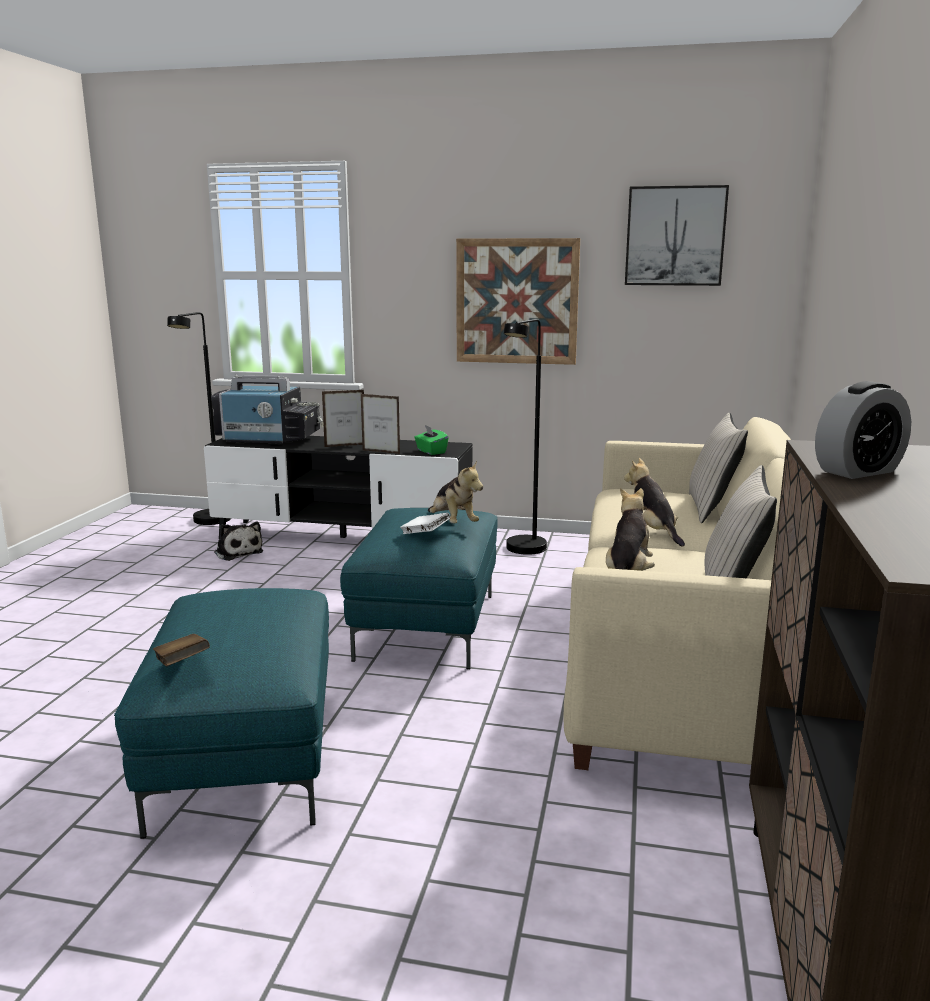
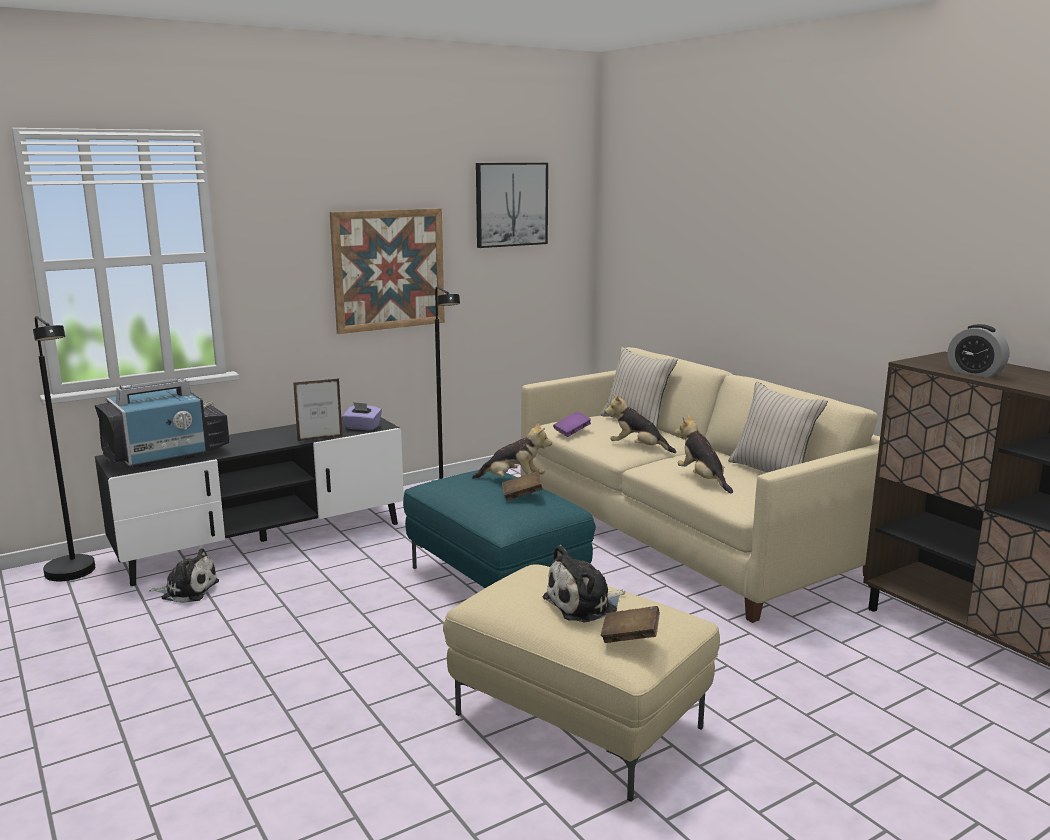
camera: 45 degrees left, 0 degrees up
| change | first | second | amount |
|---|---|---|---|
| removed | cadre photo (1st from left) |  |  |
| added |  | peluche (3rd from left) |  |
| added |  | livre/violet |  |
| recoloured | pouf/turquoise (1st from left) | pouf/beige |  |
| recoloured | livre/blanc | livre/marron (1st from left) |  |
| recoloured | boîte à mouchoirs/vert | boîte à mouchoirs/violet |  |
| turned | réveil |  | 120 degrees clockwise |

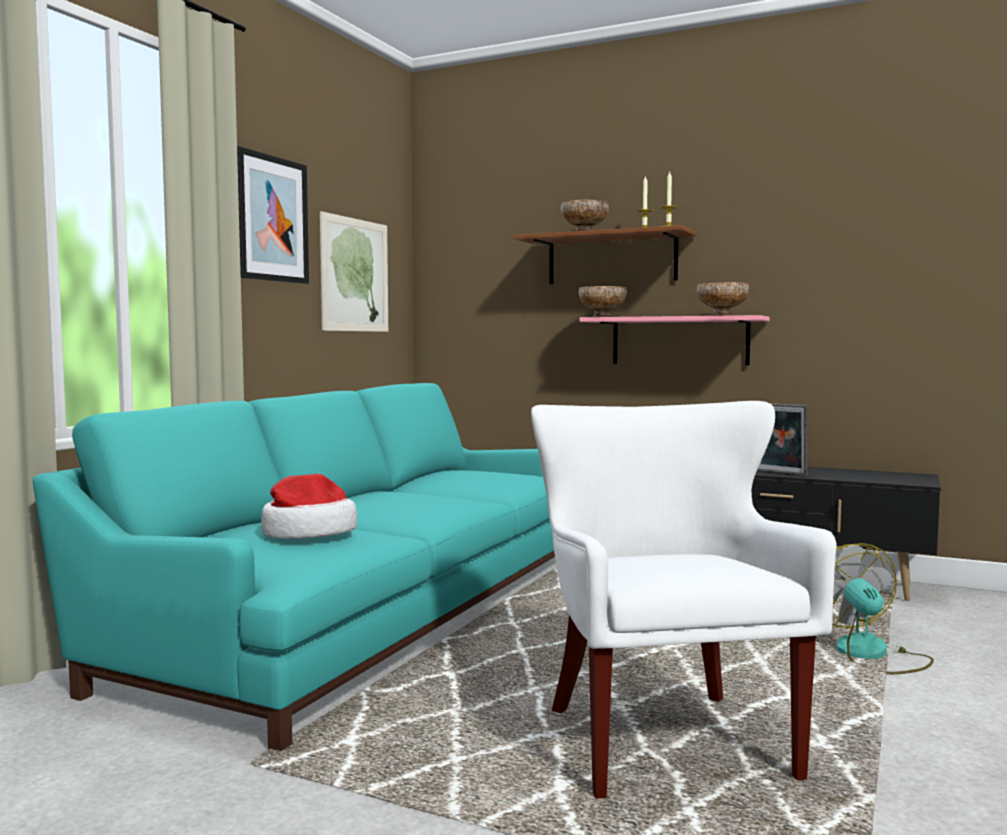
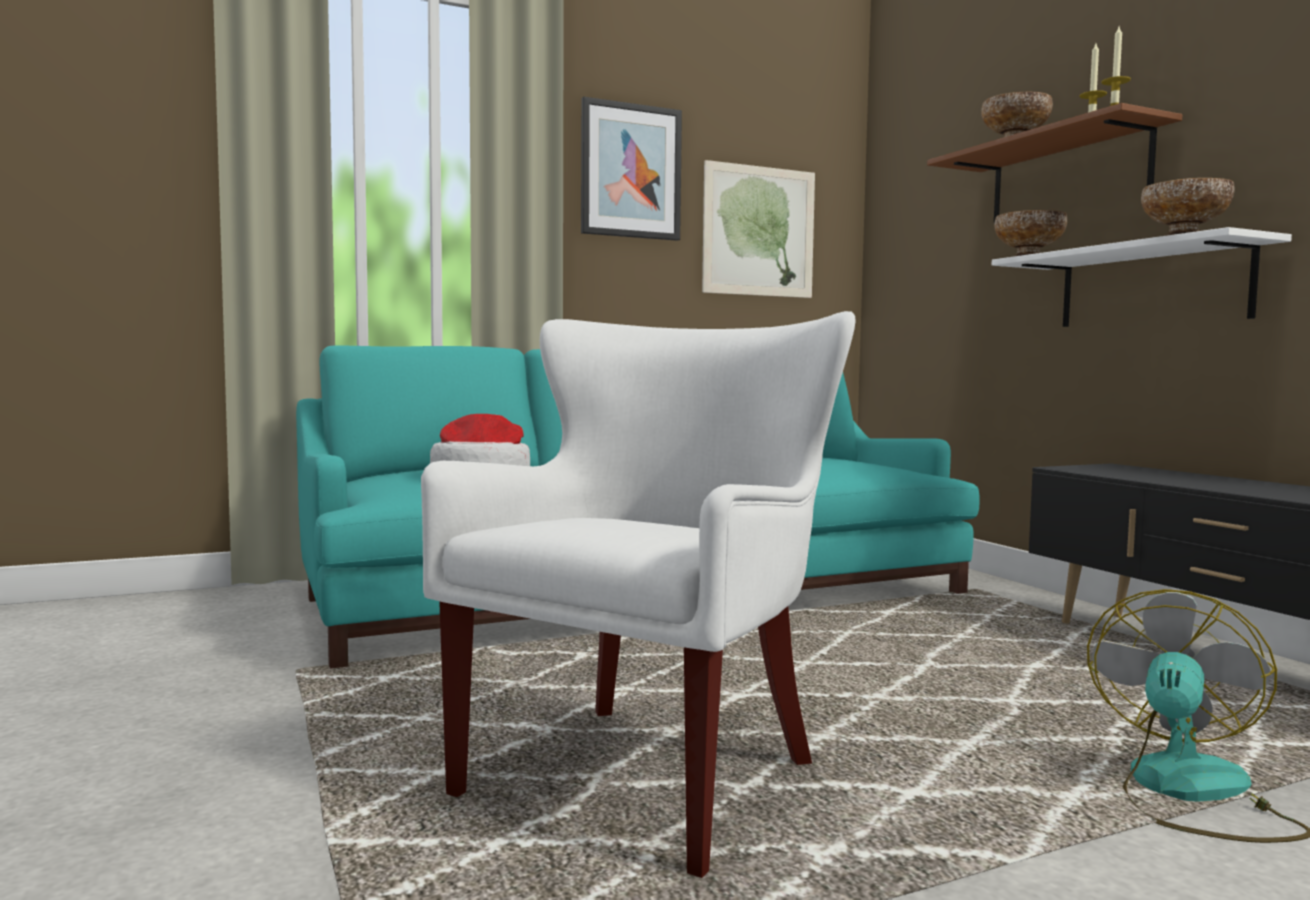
camera: 40 degrees right, 0 degrees up
| change | first | second | amount |
|---|---|---|---|
| removed | cadre photo |  |  |
| recoloured | étagère/rose | étagère/blanc |  |

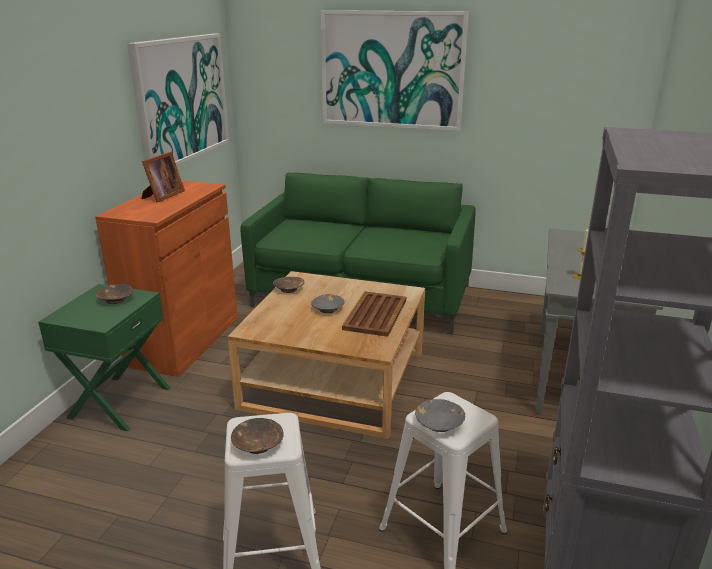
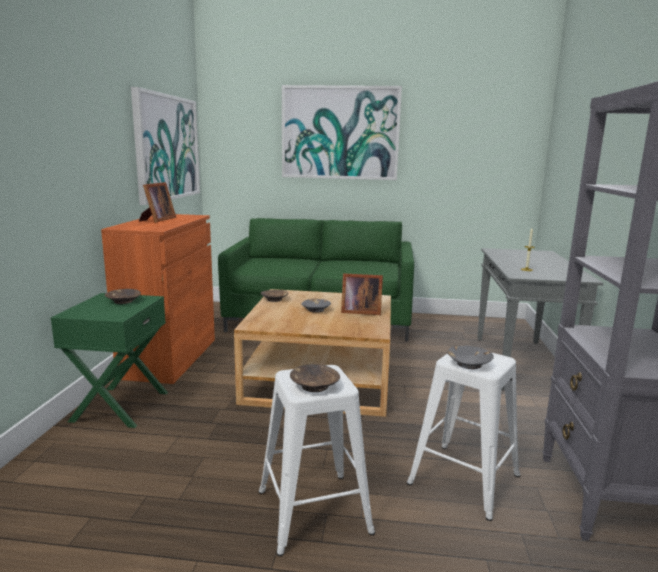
camera: 10 degrees left, 10 degrees down
| change | first | second | amount |
|---|---|---|---|
| replaced | plateau/marron | cadre photo (2nd from left) |  |

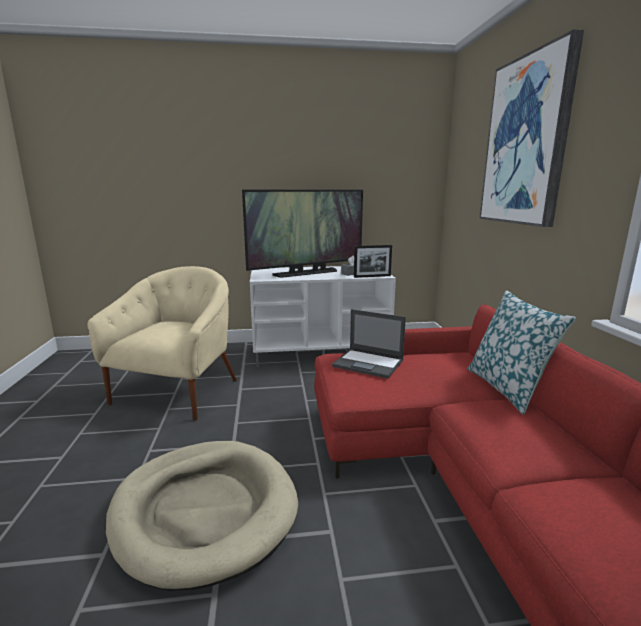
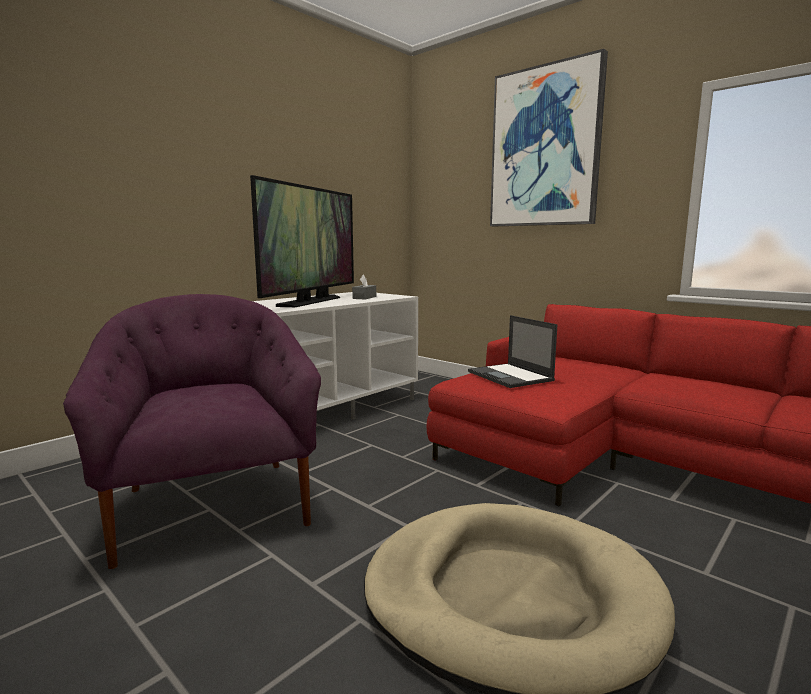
camera: 40 degrees left, 5 degrees down
| change | first | second | amount |
|---|---|---|---|
| removed | cadre photo |  |  |
| removed | coussin |  |  |
| recoloured | fauteuil/beige | fauteuil/violet |  |
| turned | ordinateur portable |  | 75 degrees clockwise |

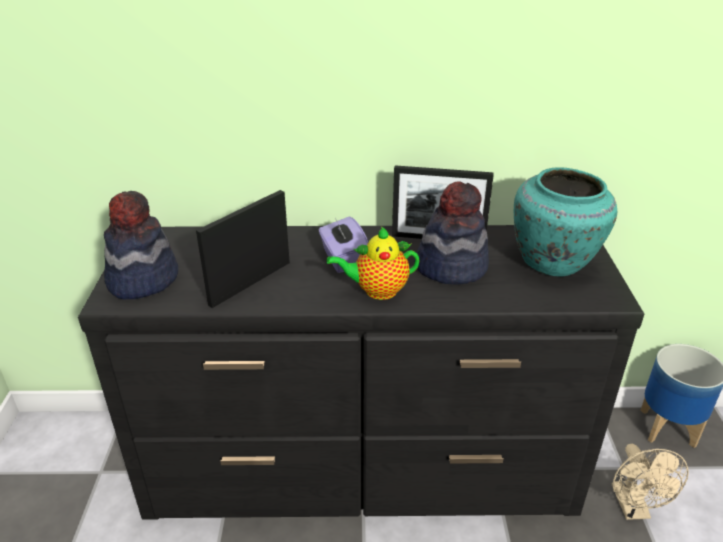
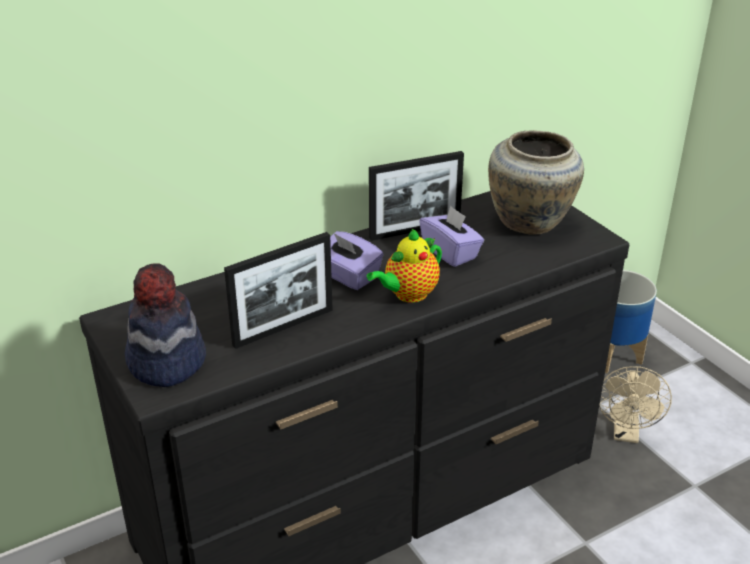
camera: 30 degrees left, 0 degrees up
| change | first | second | amount |
|---|---|---|---|
| replaced | chapeau (2nd from left) | boîte à mouchoirs/violet (2nd from left) |  |
| recoloured | vase/turquoise | vase/beige |  |
| turned | cadre photo (1st from left) |  | 135 degrees counterclockwise |
| turned | ventilateur/beige |  | 45 degrees clockwise |

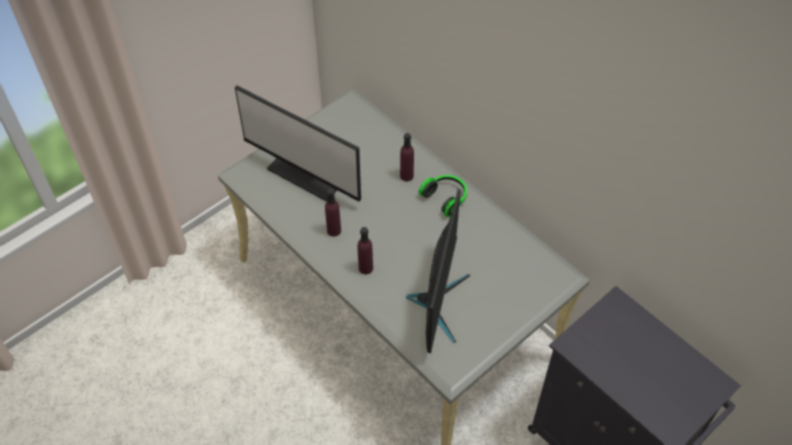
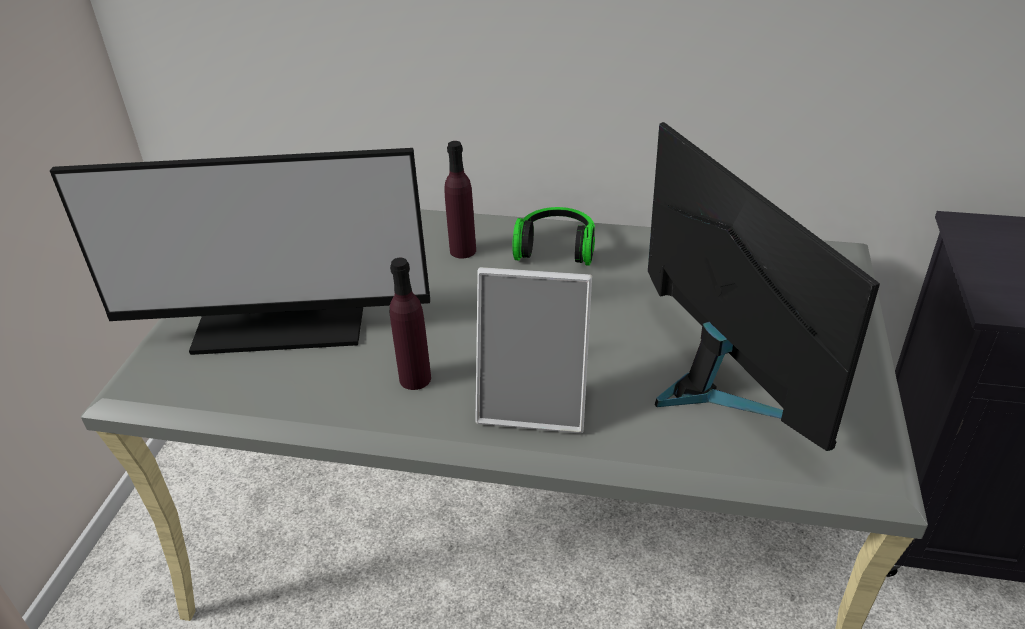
camera: 35 degrees left, 15 degrees down
| change | first | second | amount |
|---|---|---|---|
| replaced | bouteille/violet (2nd from left) | cadre photo |  |

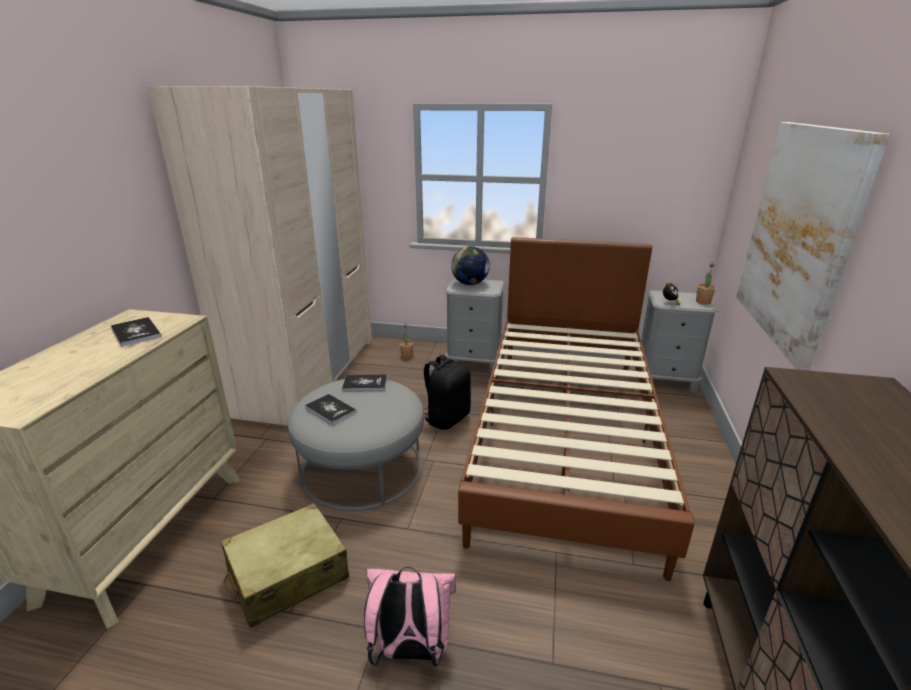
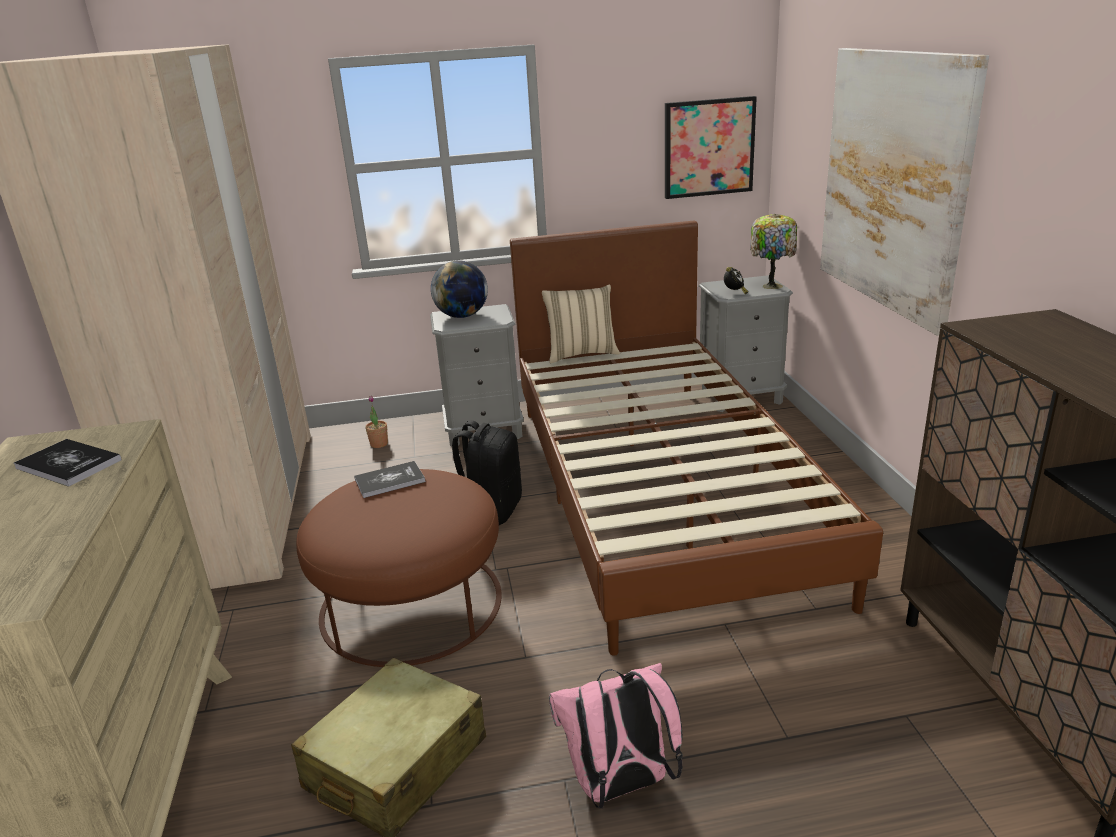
camera: 20 degrees left, 0 degrees up
| change | first | second | amount |
|---|---|---|---|
| removed | livre (2nd from left) |  |  |
| added |  | coussin/beige |  |
| added |  | tableau (1st from left) |  |
| replaced | plante en pot (2nd from left) | lampe de table |  |
| recoloured | pouf/gris | pouf/marron |  |

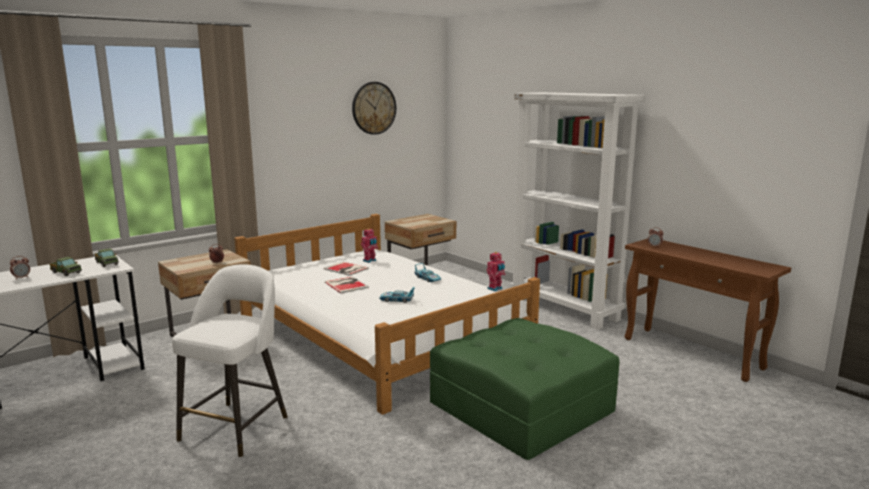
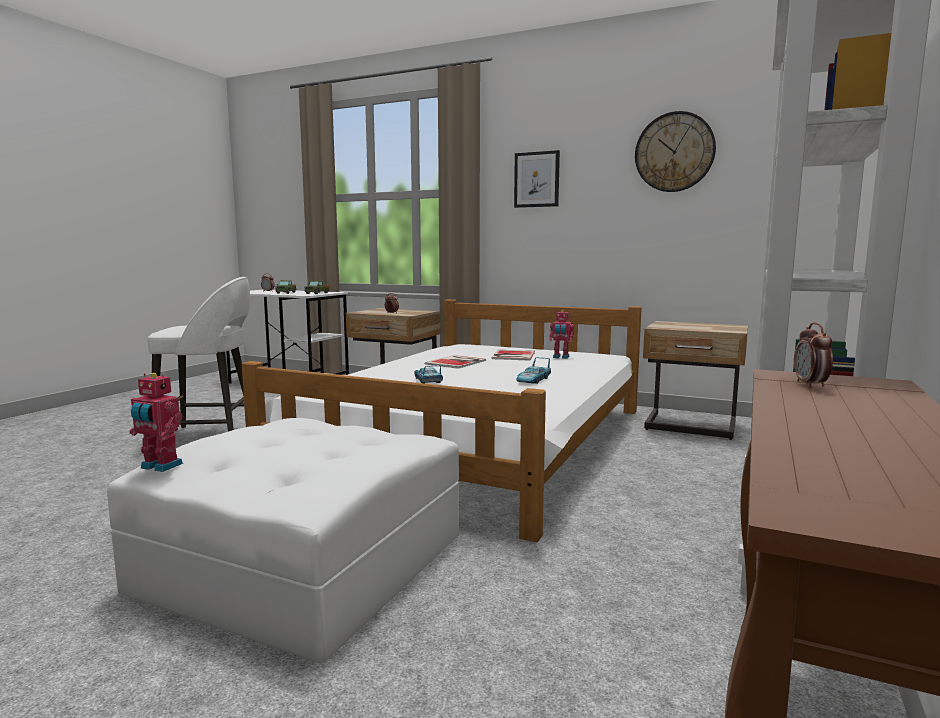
camera: 65 degrees right, 5 degrees down
| change | first | second | amount |
|---|---|---|---|
| added |  | tableau |  |
| moved | robot jouet (2nd from left in the first image) | robot jouet (1st from left) |  |
| recoloured | pouf/vert | pouf/blanc |  |

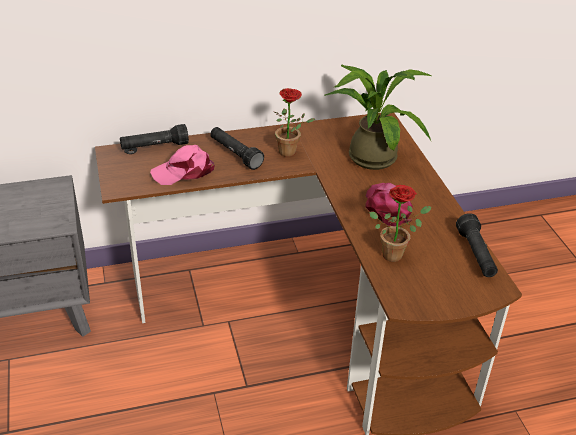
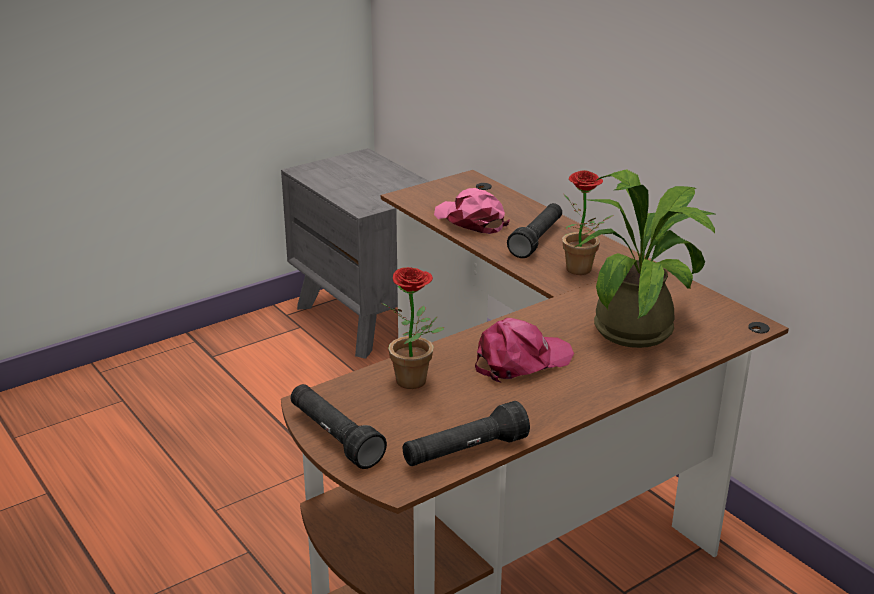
camera: 70 degrees right, 10 degrees down
| change | first | second | amount |
|---|---|---|---|
| moved | lampe de poche/noir (1st from left) |  |  |

